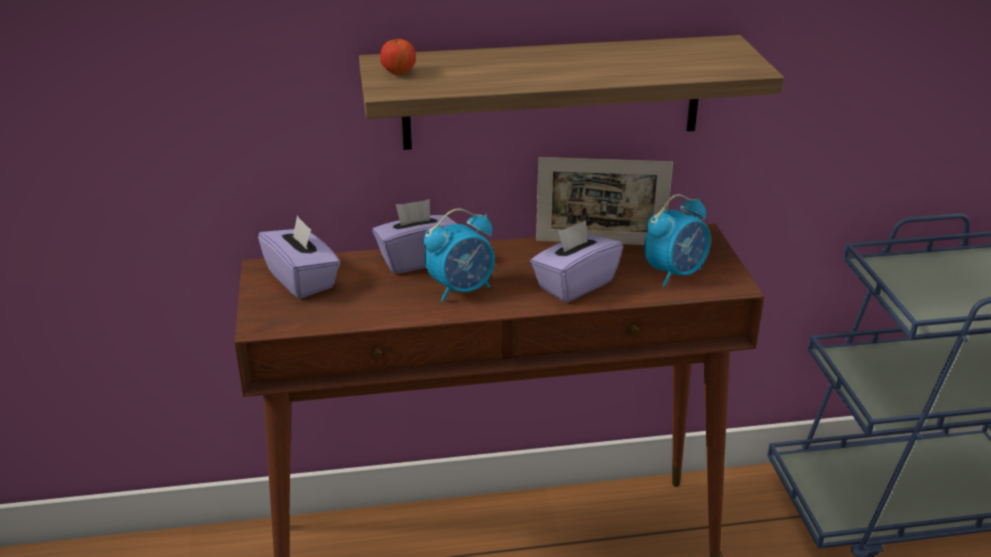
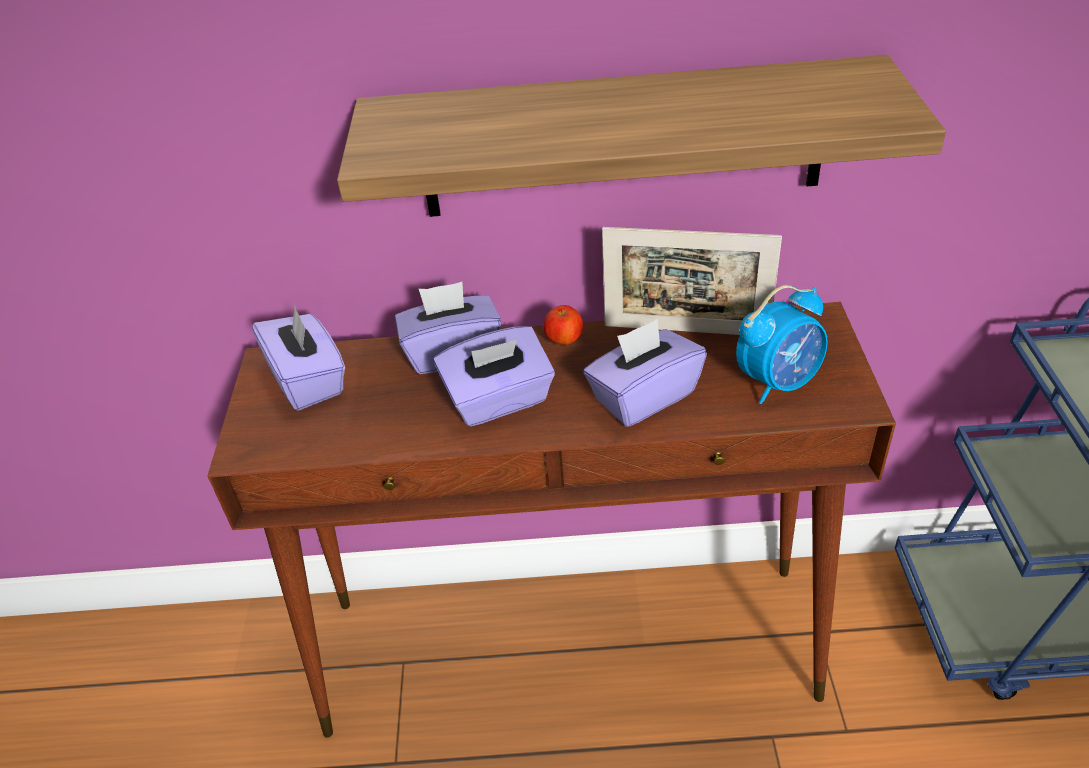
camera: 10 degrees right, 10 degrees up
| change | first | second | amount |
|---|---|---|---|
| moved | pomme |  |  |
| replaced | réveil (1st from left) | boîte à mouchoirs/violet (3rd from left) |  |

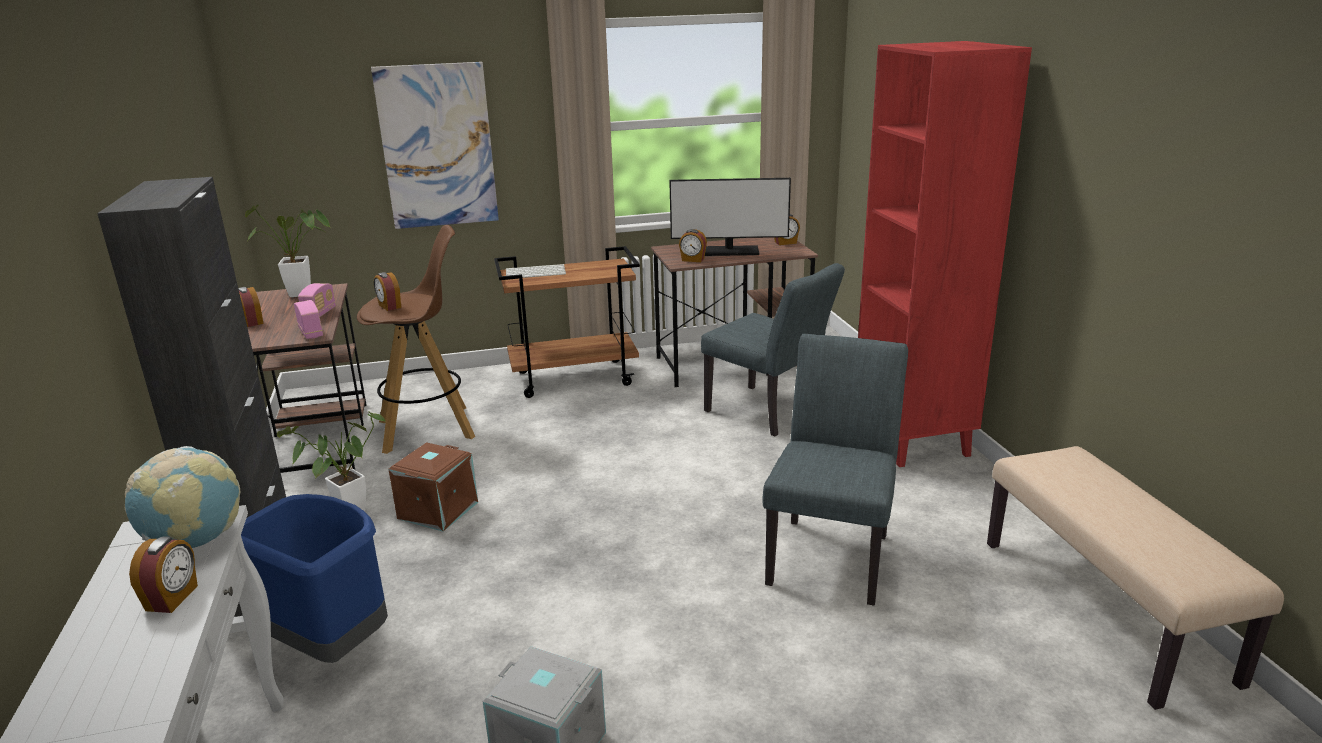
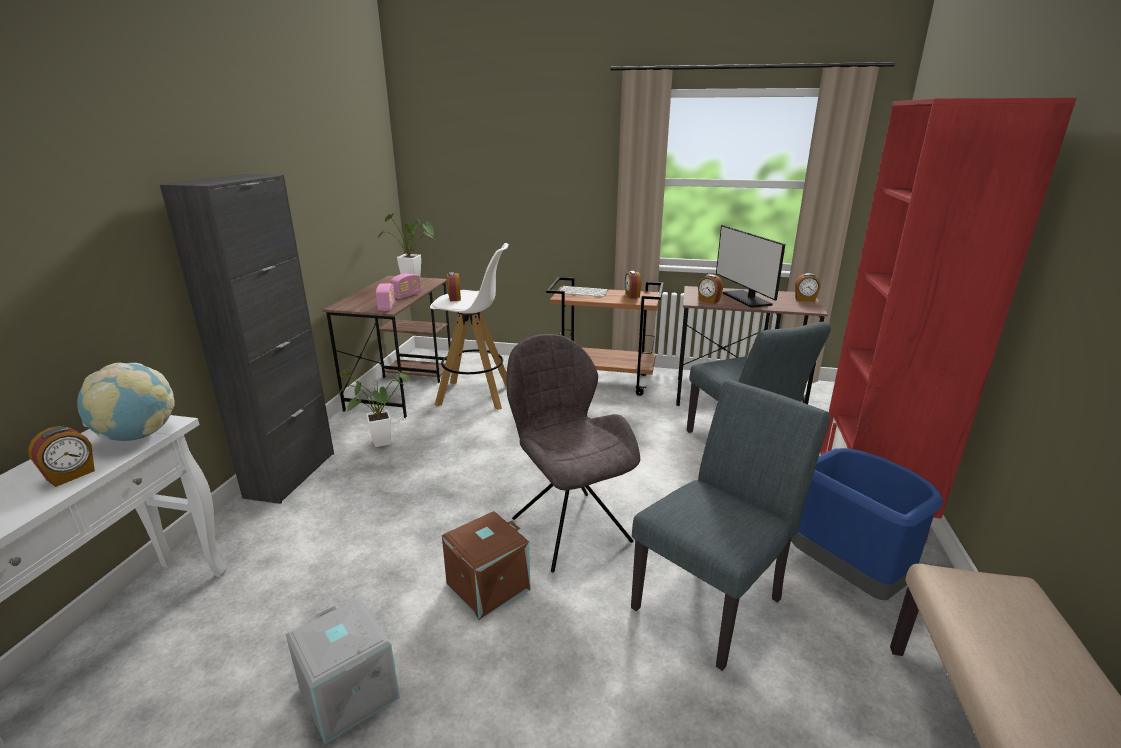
camera: 25 degrees right, 0 degrees up
| change | first | second | amount |
|---|---|---|---|
| removed | tableau |  |  |
| added |  | chaise/gris (1st from left) |  |
| moved | réveil (2nd from left in the first image) | réveil (3rd from left) |  |
| moved | poubelle/bleu |  |  |
| moved | boîte de rangement/marron |  |  |
| recoloured | tabouret/marron | tabouret/blanc |  |
| turned | écran d'ordinateur |  | 45 degrees clockwise |

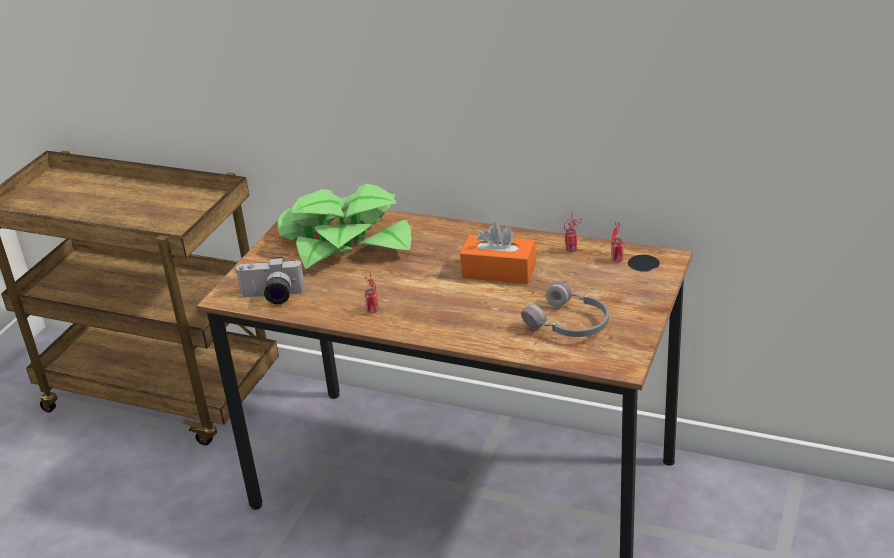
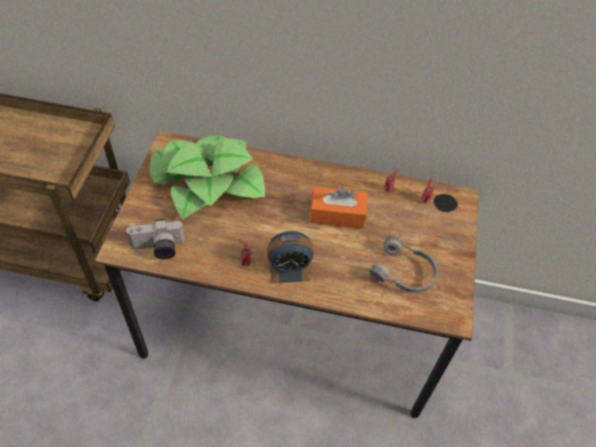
camera: 15 degrees left, 20 degrees up
| change | first | second | amount |
|---|---|---|---|
| added |  | réveil |  |

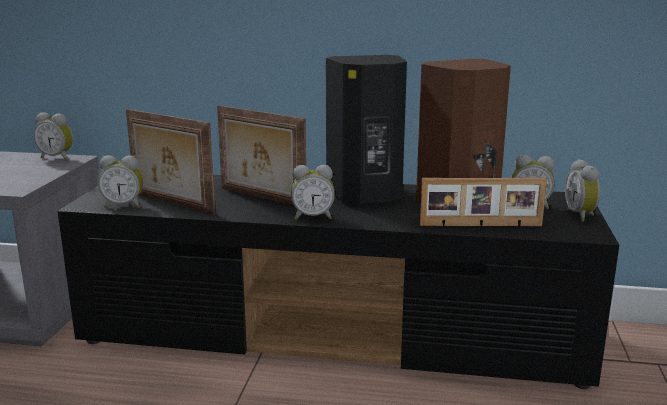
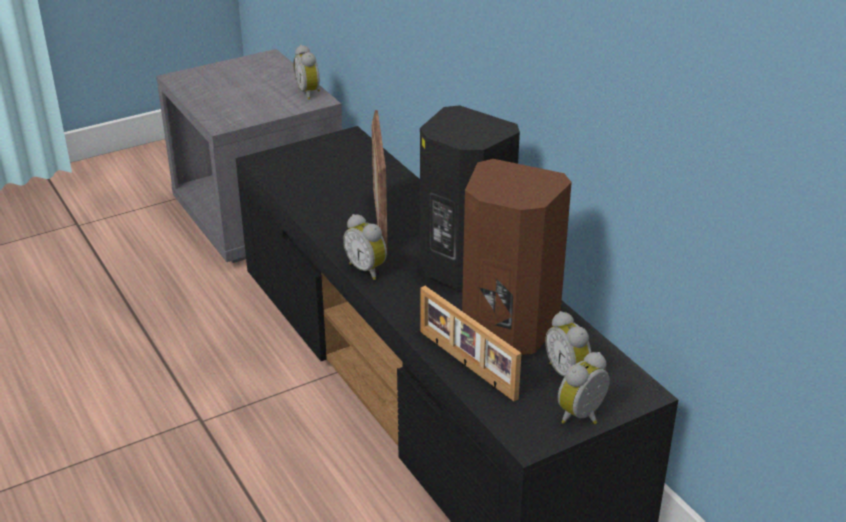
camera: 50 degrees right, 15 degrees up
| change | first | second | amount |
|---|---|---|---|
| removed | réveil (2nd from left) |  |  |
| removed | cadre photo (1st from left) |  |  |

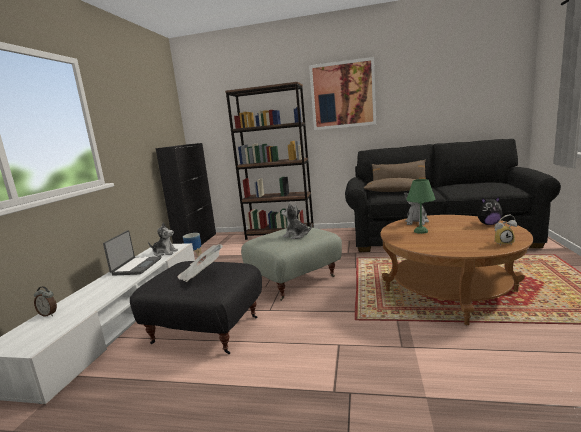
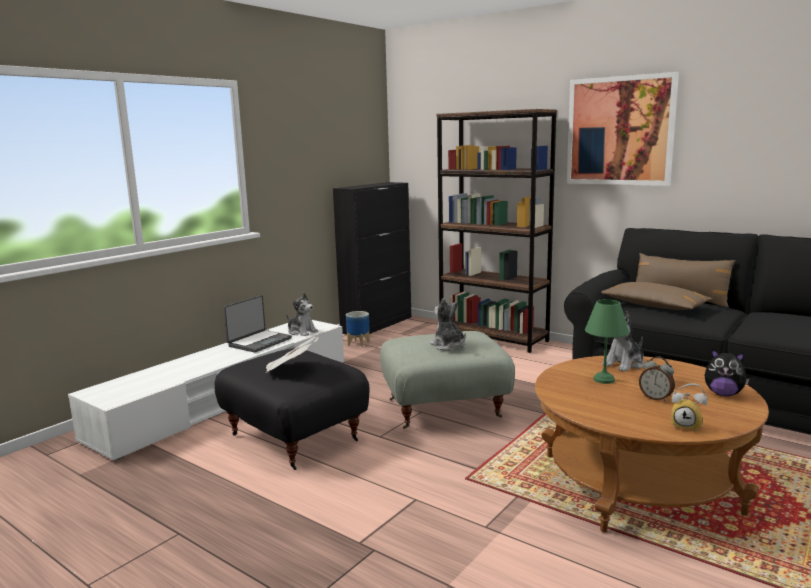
camera: 25 degrees right, 0 degrees up
| change | first | second | amount |
|---|---|---|---|
| moved | réveil (1st from left) |  |  |

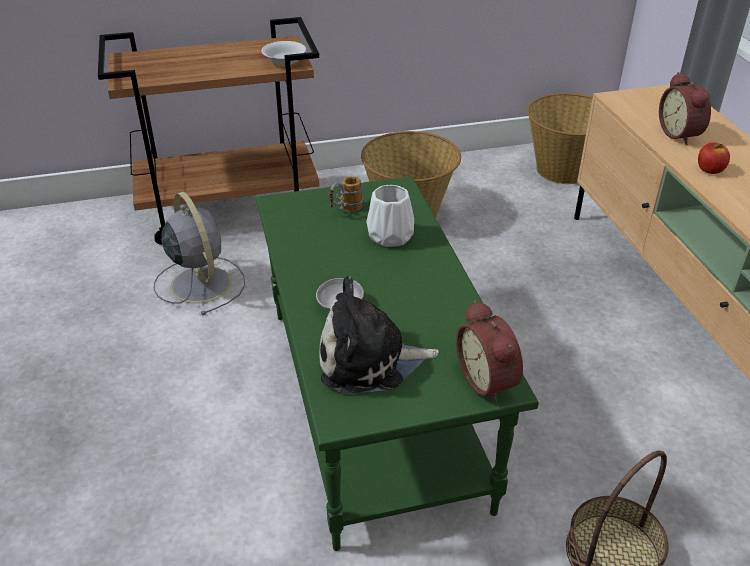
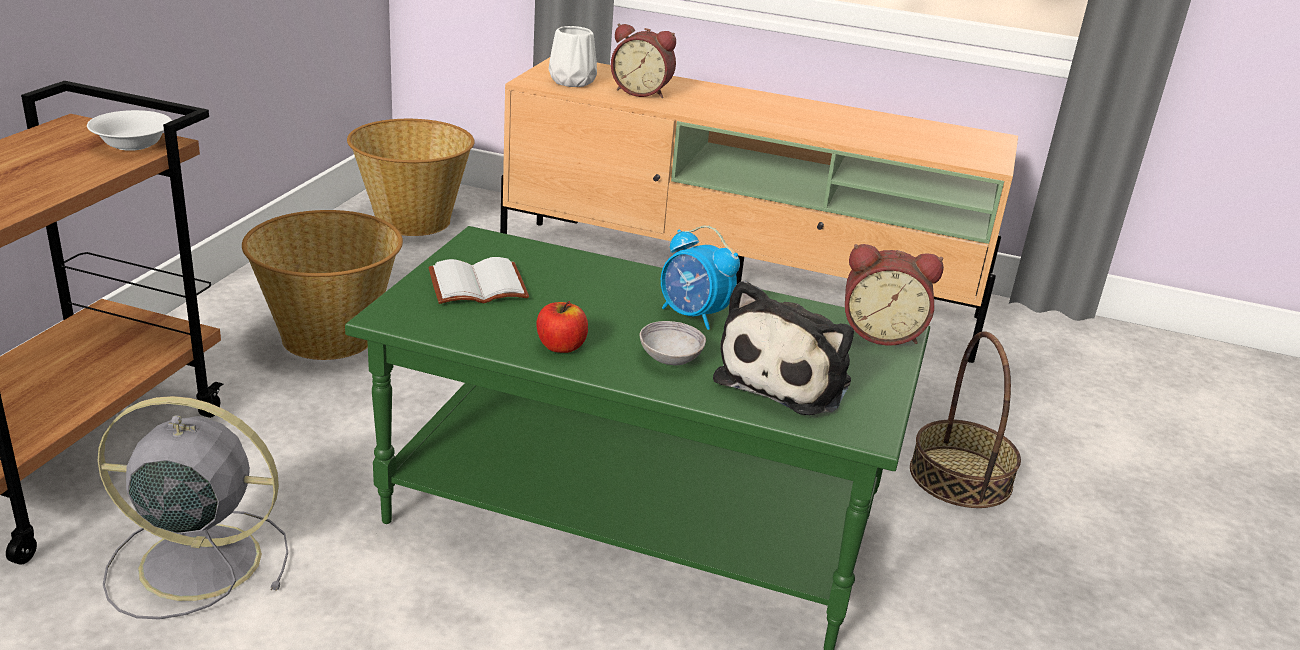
camera: 60 degrees left, 10 degrees down
| change | first | second | amount |
|---|---|---|---|
| added |  | réveil (2nd from left) |  |
| moved | vase/blanc |  |  |
| moved | pomme |  |  |
| replaced | mug | livre/blanc |  |

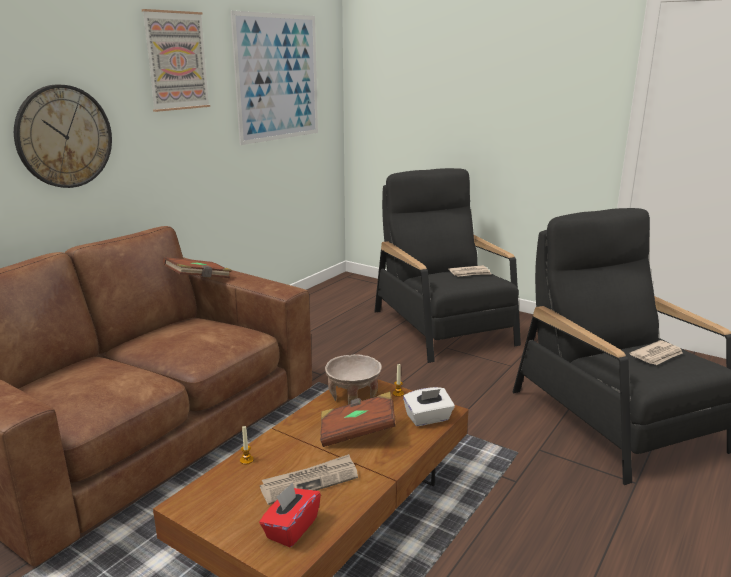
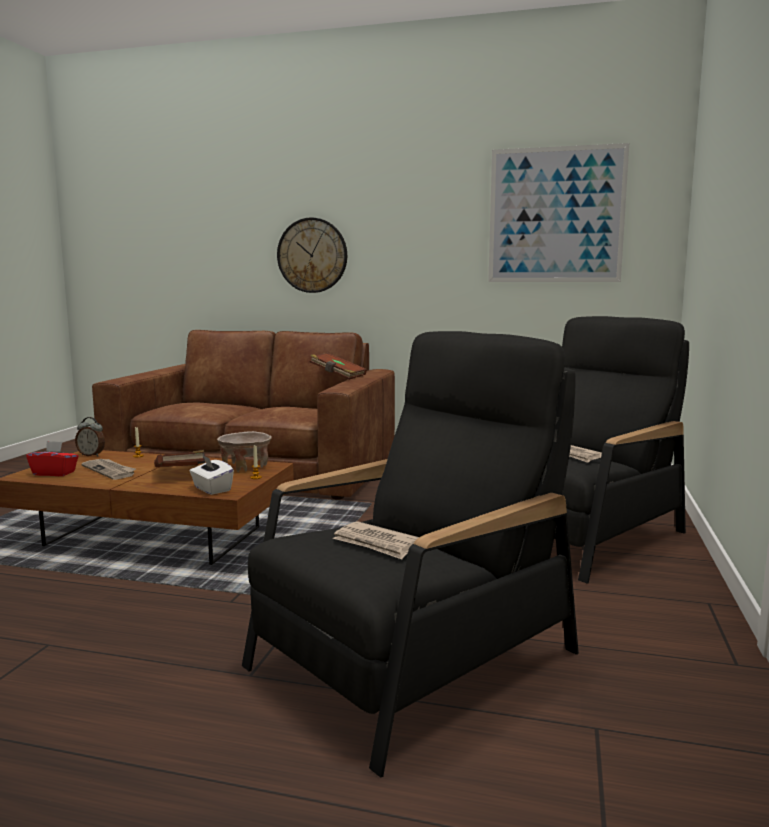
camera: 70 degrees right, 10 degrees down
| change | first | second | amount |
|---|---|---|---|
| removed | tableau (1st from left) |  |  |
| added |  | réveil |  |

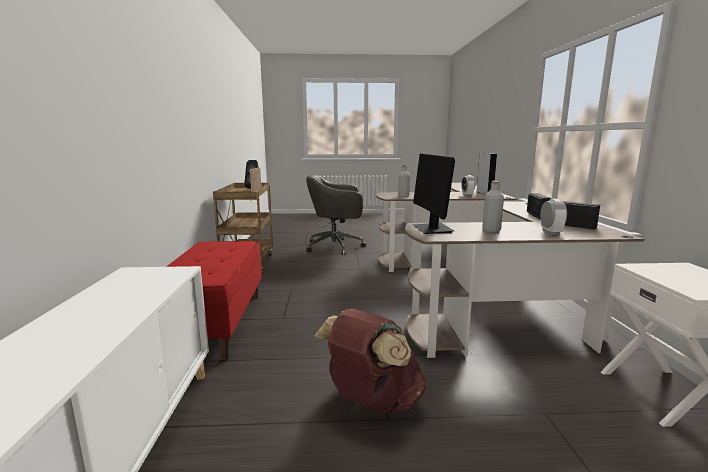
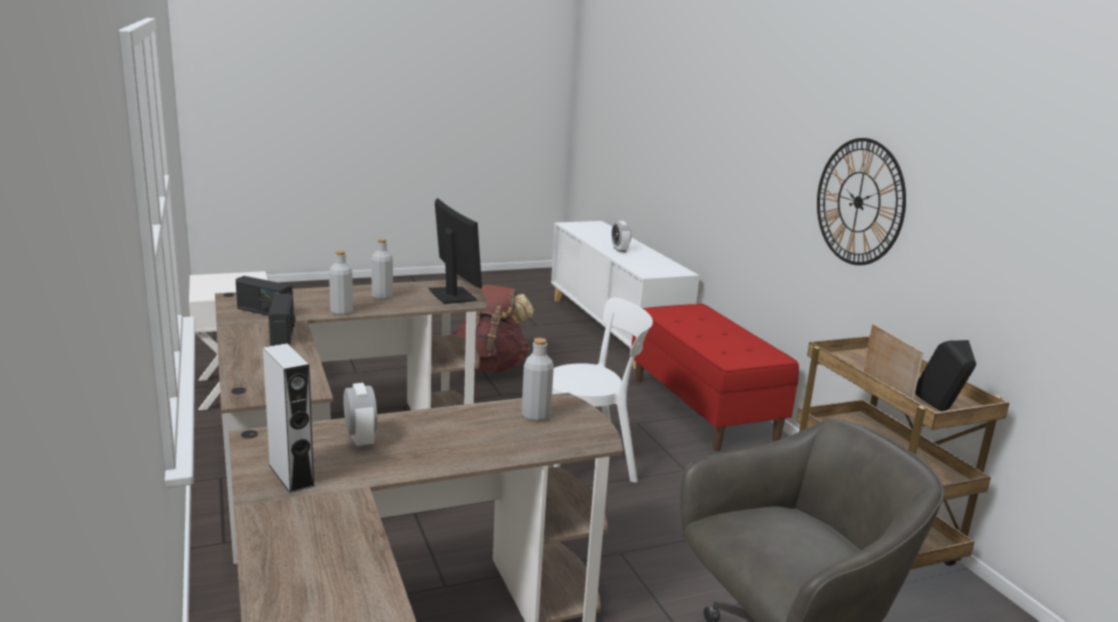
camera: 160 degrees right, 5 degrees up
| change | first | second | amount |
|---|---|---|---|
| added |  | bouteille/gris (1st from left) |  |
| added |  | chaise/blanc |  |
| added |  | horloge murale |  |
| moved | réveil (2nd from left) |  |  |

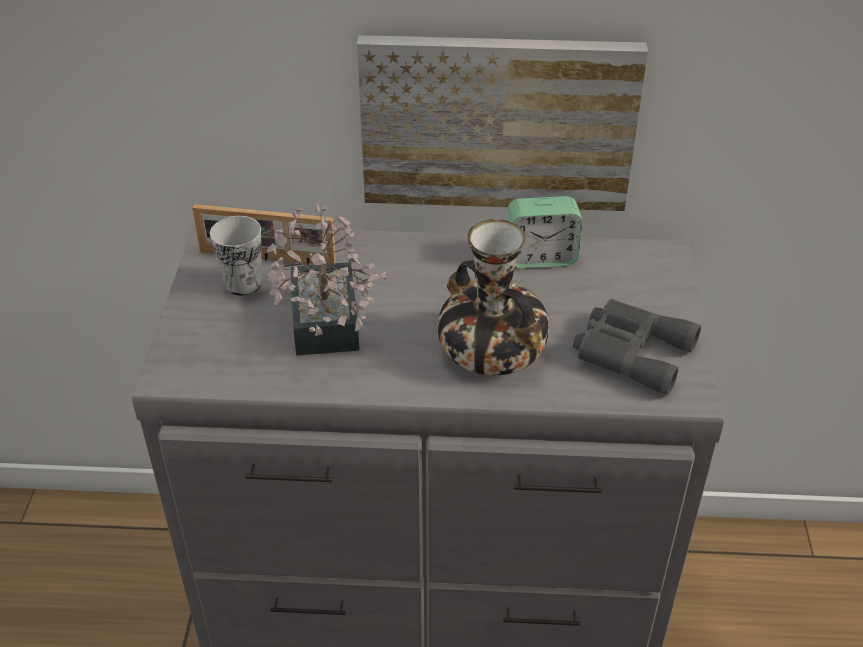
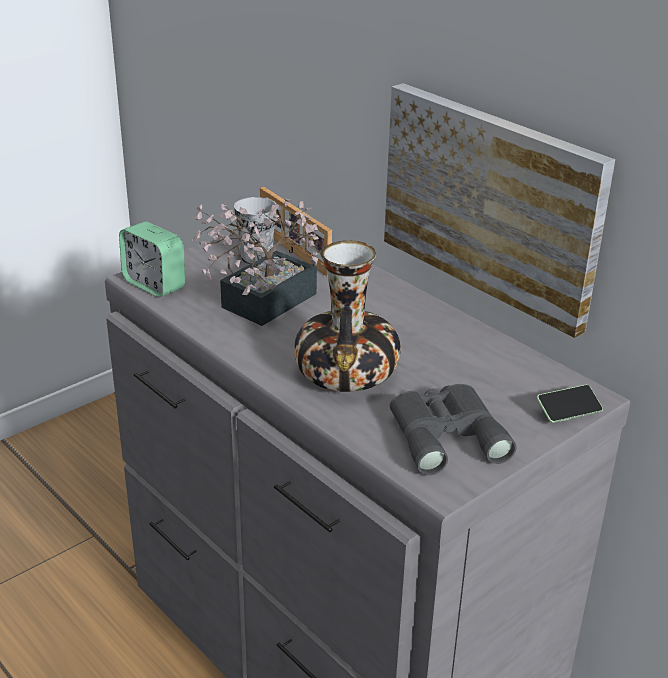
camera: 45 degrees right, 10 degrees down
| change | first | second | amount |
|---|---|---|---|
| added |  | téléphone |  |
| moved | réveil |  |  |

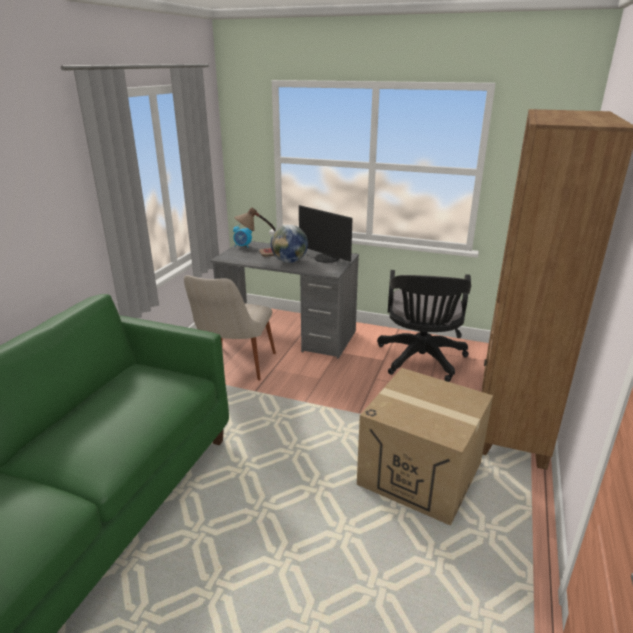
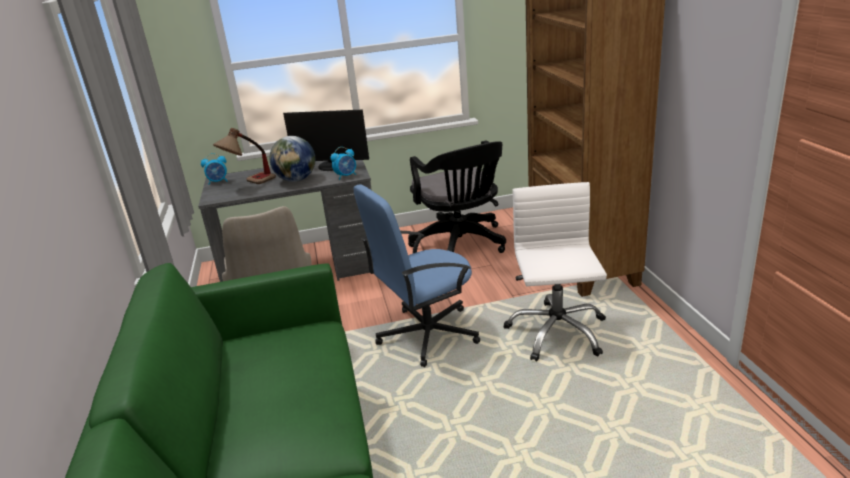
camera: 30 degrees left, 0 degrees up
| change | first | second | amount |
|---|---|---|---|
| added |  | réveil (2nd from left) |  |
| added |  | chaise de bureau/bleu |  |
| replaced | carton | chaise de bureau/blanc |  |

